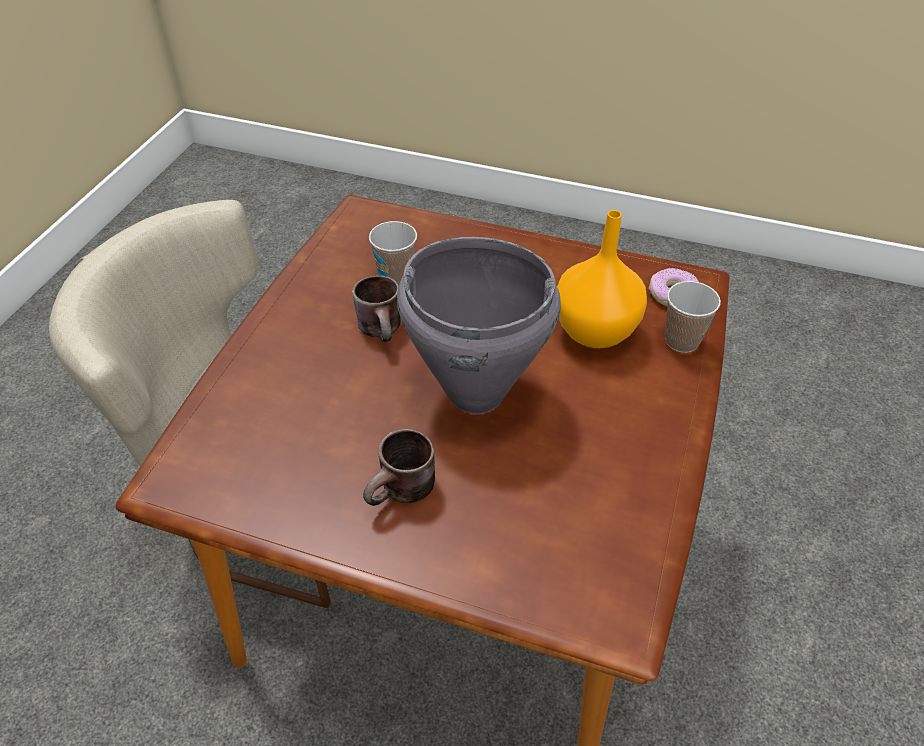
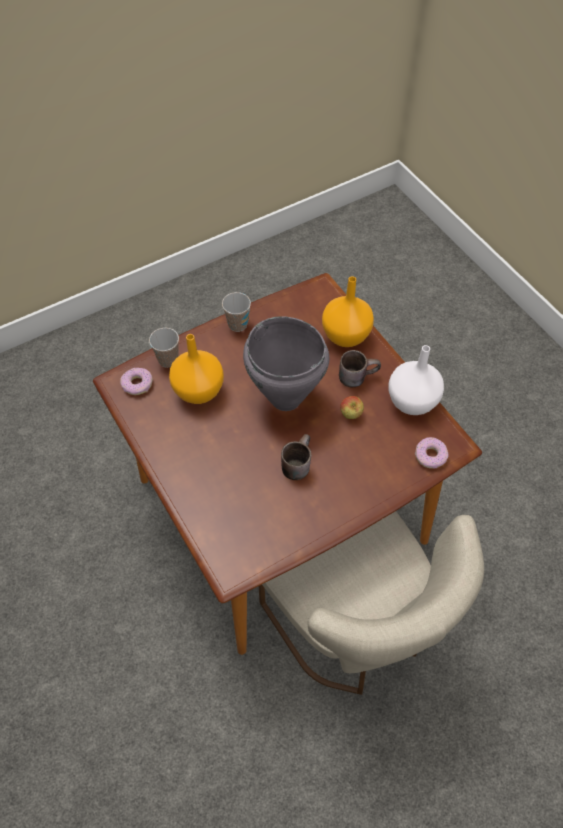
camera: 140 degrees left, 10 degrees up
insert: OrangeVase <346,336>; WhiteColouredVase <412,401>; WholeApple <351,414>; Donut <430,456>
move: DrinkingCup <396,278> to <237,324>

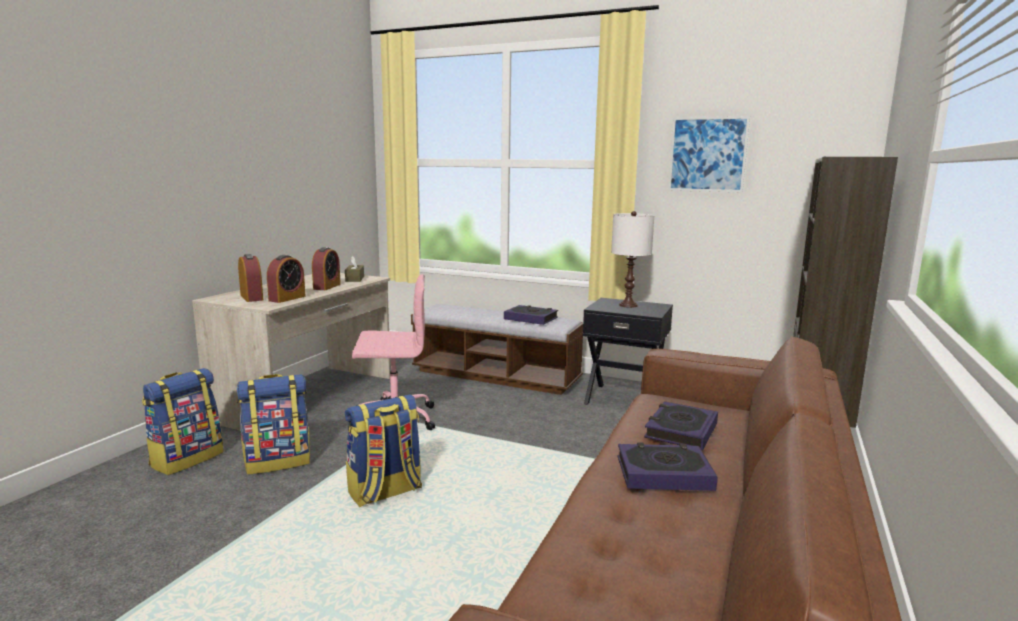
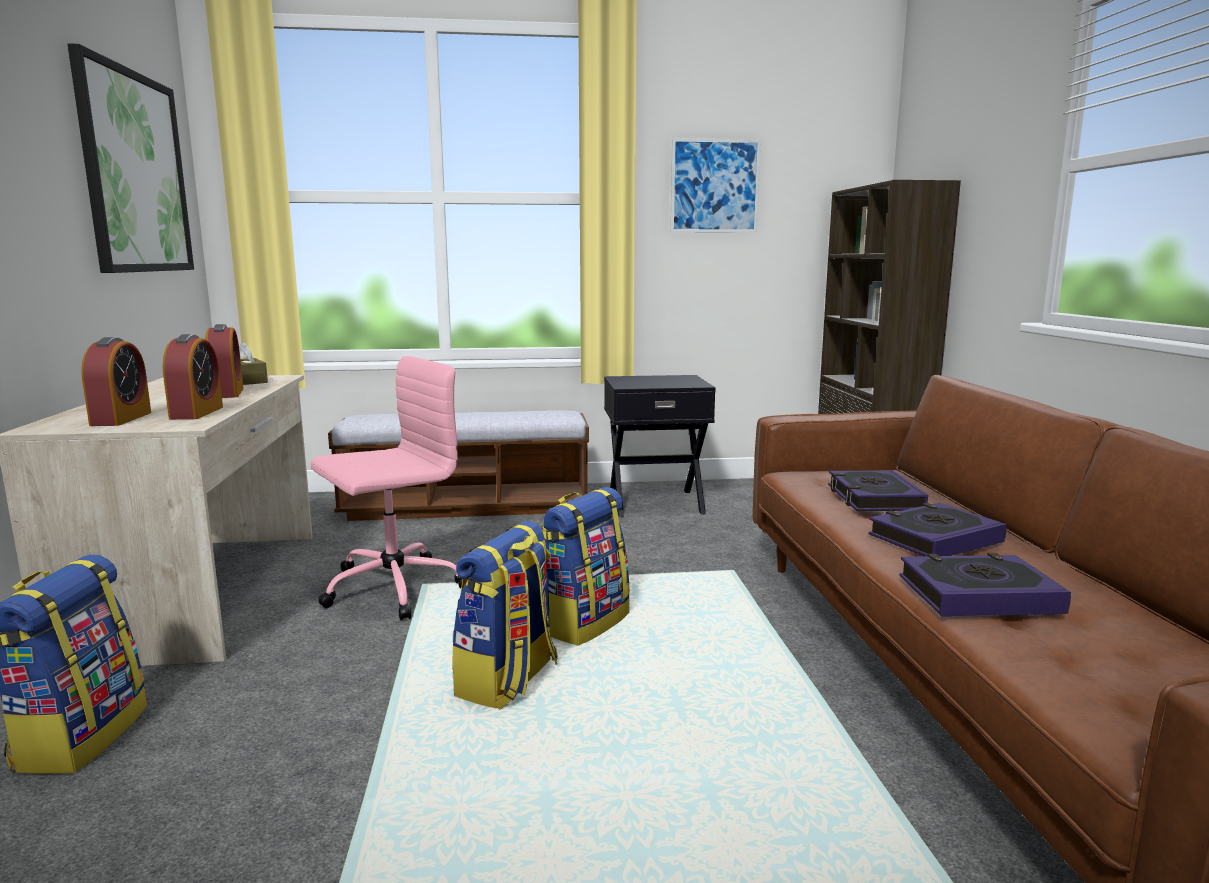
camera: 30 degrees left, 0 degrees up
delete: WhiteColouredTabletopLamp <628,305>
insert: WallPicture <135,173>
move: Volume <531,318> to <978,595>; Rucksack <278,461> to <583,623>
rotate: AlarmClock <251,297> = <121,419> 60 degrees clockwise

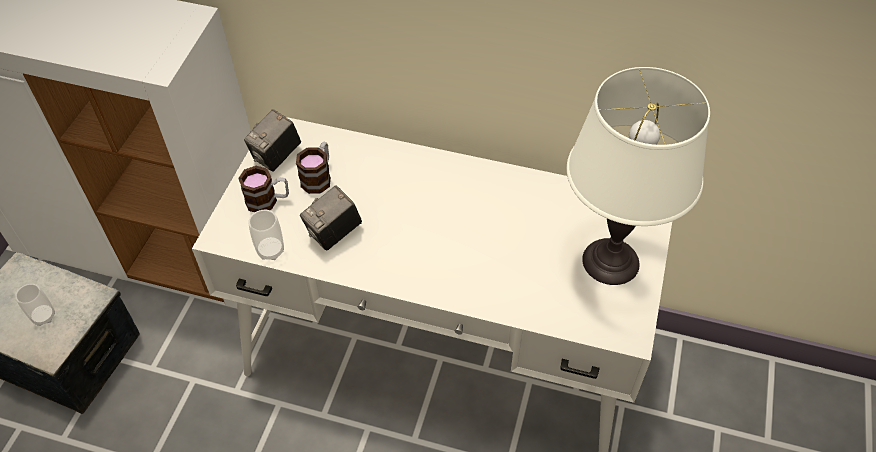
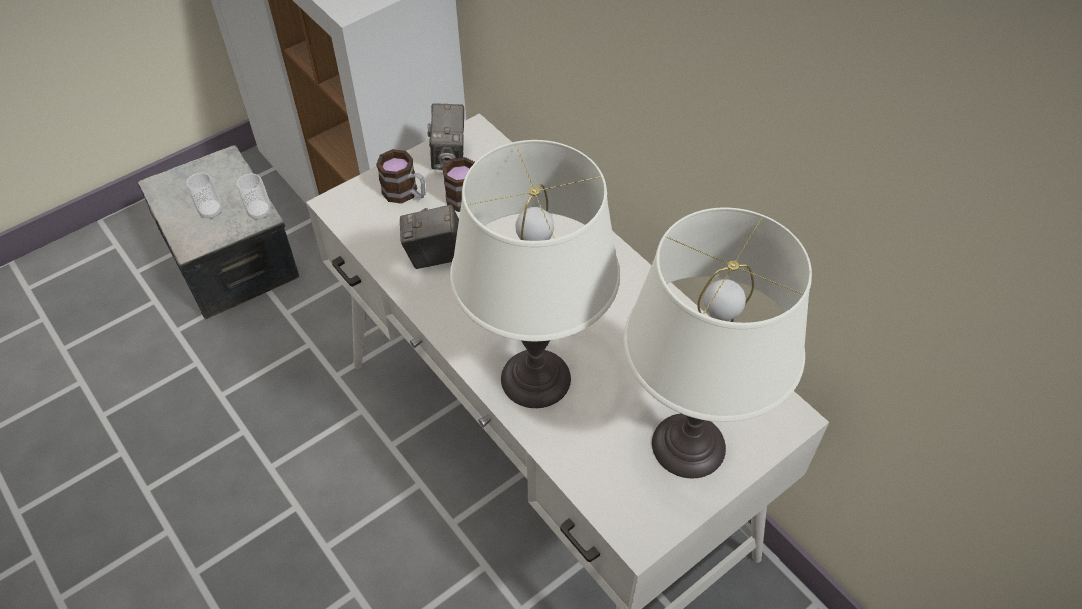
camera: 35 degrees right, 0 degrees up
insert: WhiteColouredTabletopLamp <536,378>
move: DrinkingCup <270,250> to <259,212>
rotate: StillCamera <277,157> = <449,157> 75 degrees counterclockwise

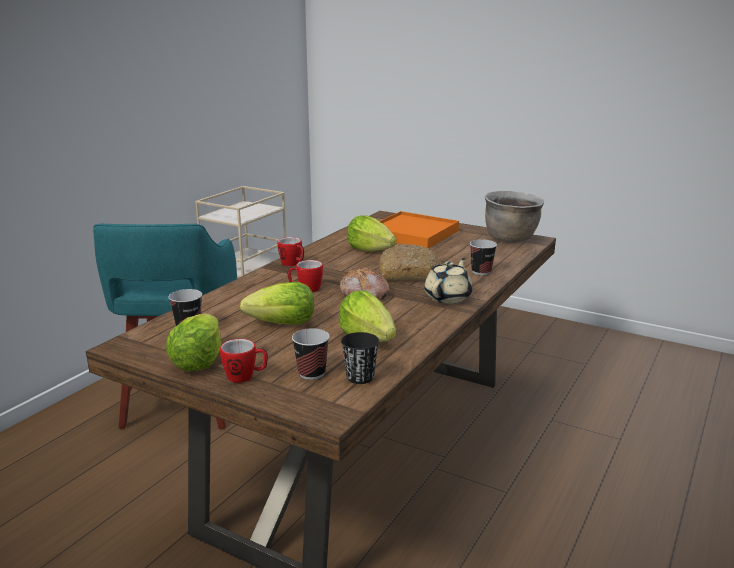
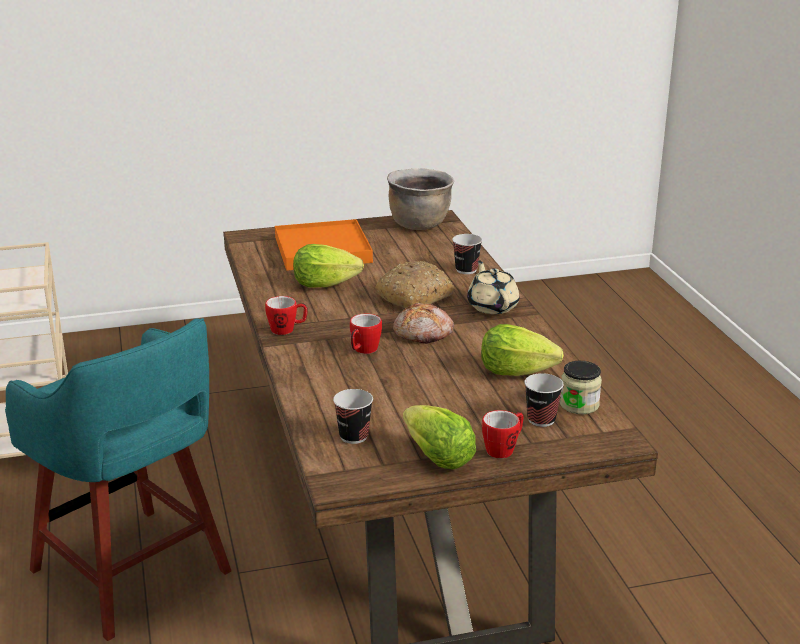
camera: 45 degrees left, 5 degrees up
delete: Lettuce <283,324>
replace: BlackDrinkingCup <360,377> to PreserveJar <579,405>

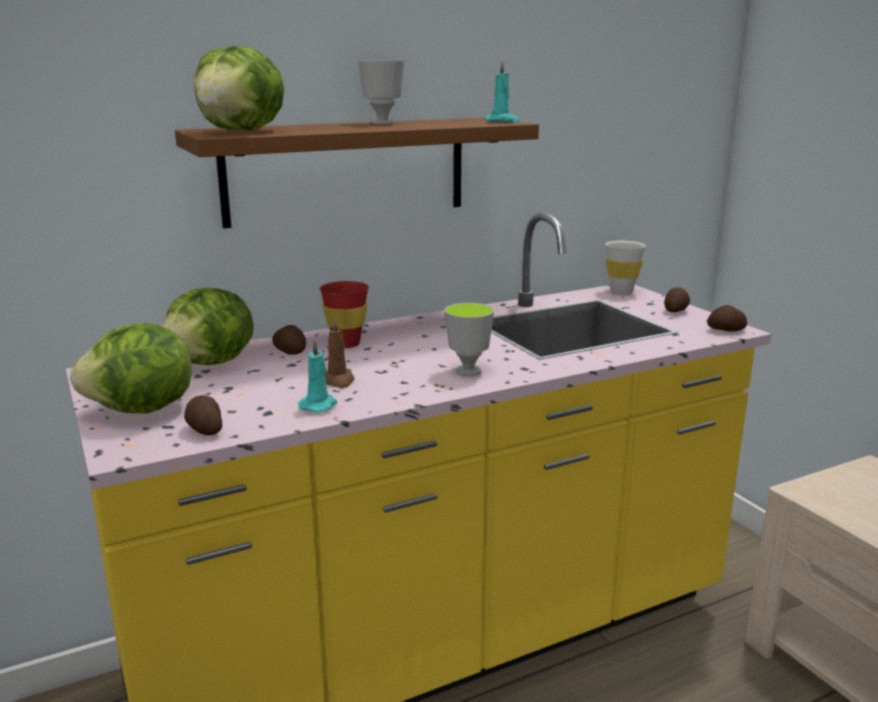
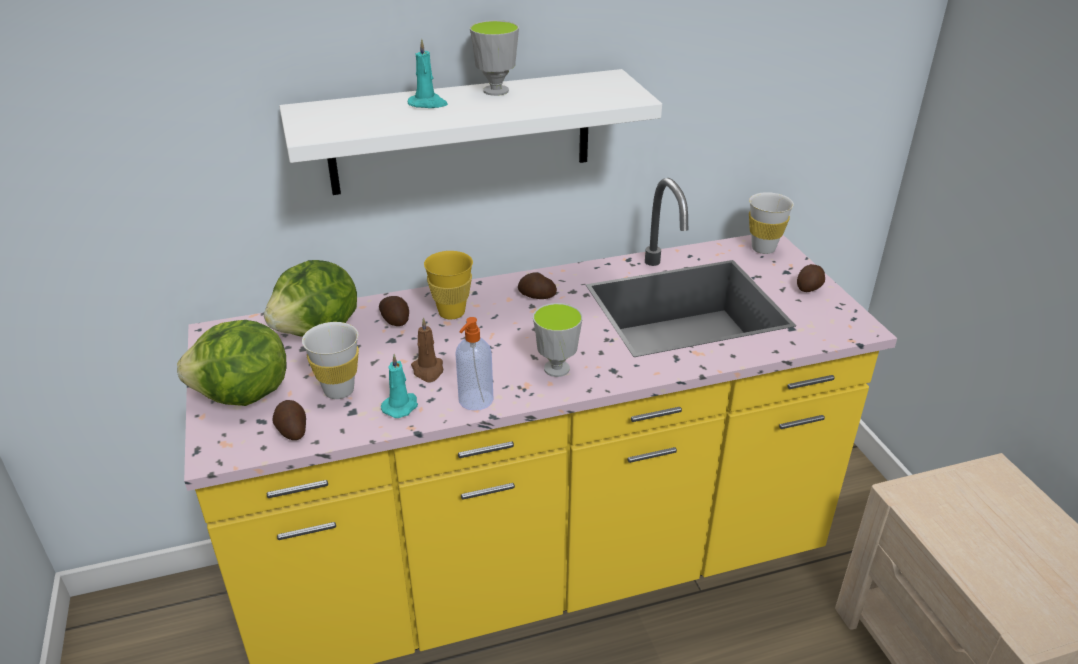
camera: 10 degrees right, 15 degrees up
delete: Lettuce <243,131>
insert: SoapBottle <475,400>; WhiteColouredDrinkingCup <339,390>
move: BlueGreenWaxLight <502,121> to <428,104>; WholePotato <726,330> to <536,296>
recolor: BrownishBracketShelf <347,170> to WhiteColouredBracketShelf <461,132>; RedColouredDrinkingCup <346,344> to YellowDrinkingCup <451,312>

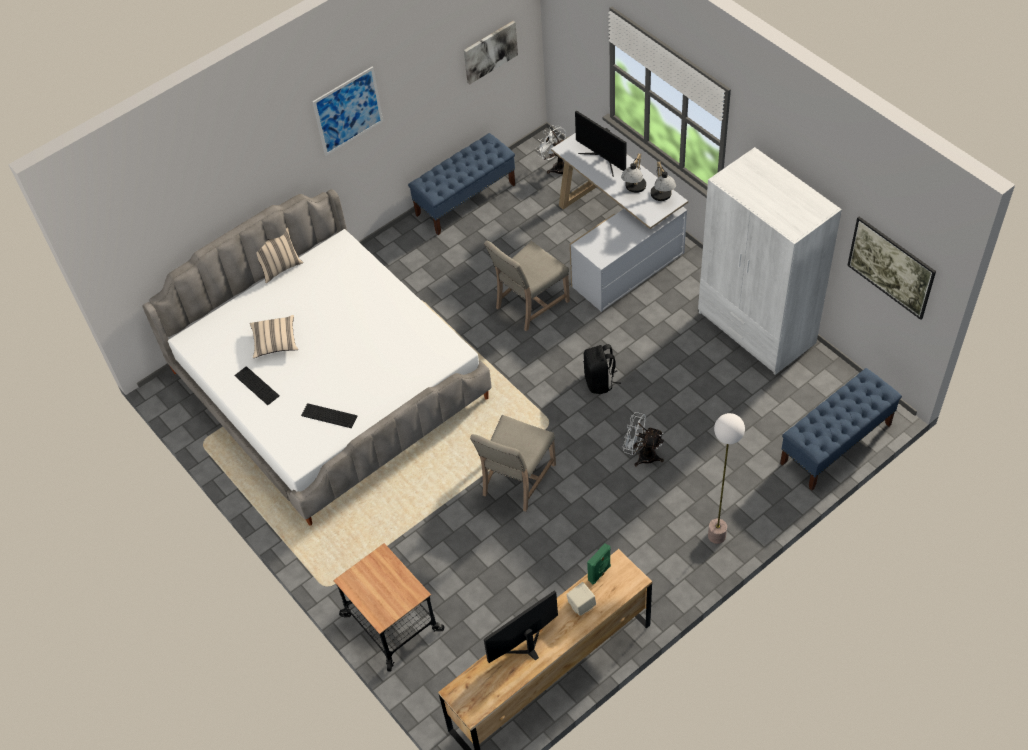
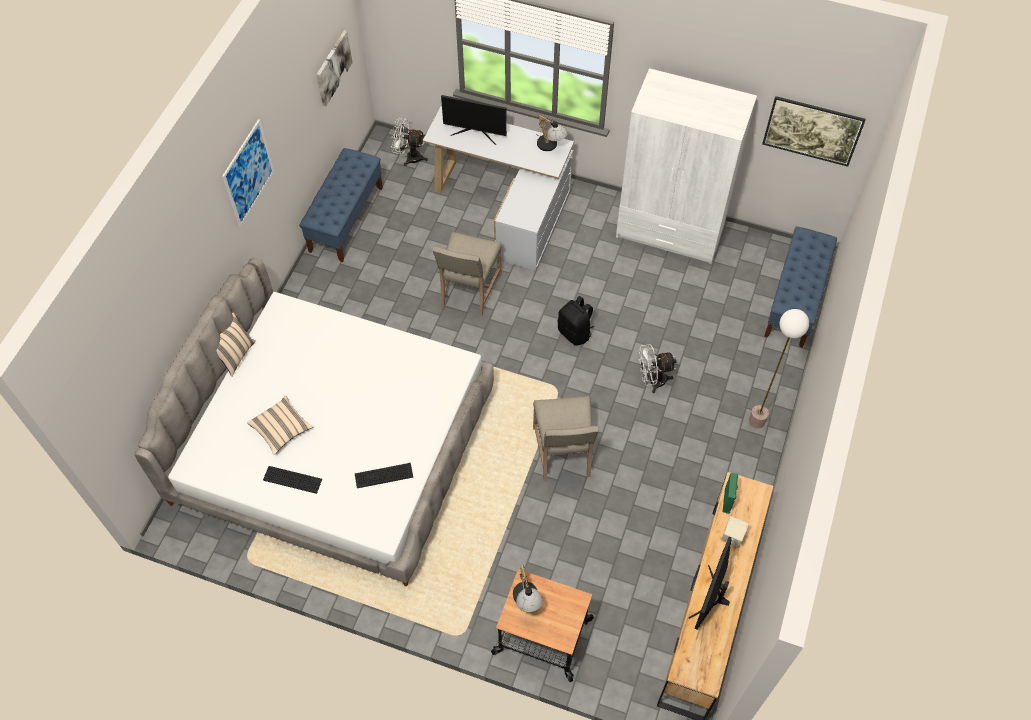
camera: 35 degrees left, 5 degrees up
move: TabletopLamp <634,189> to <527,601>

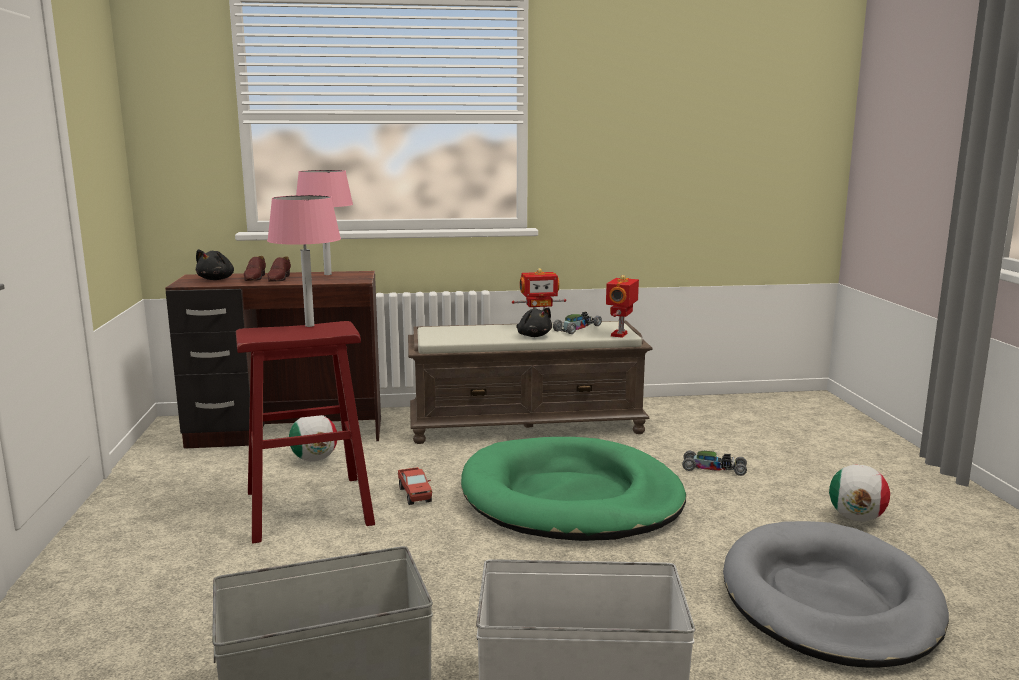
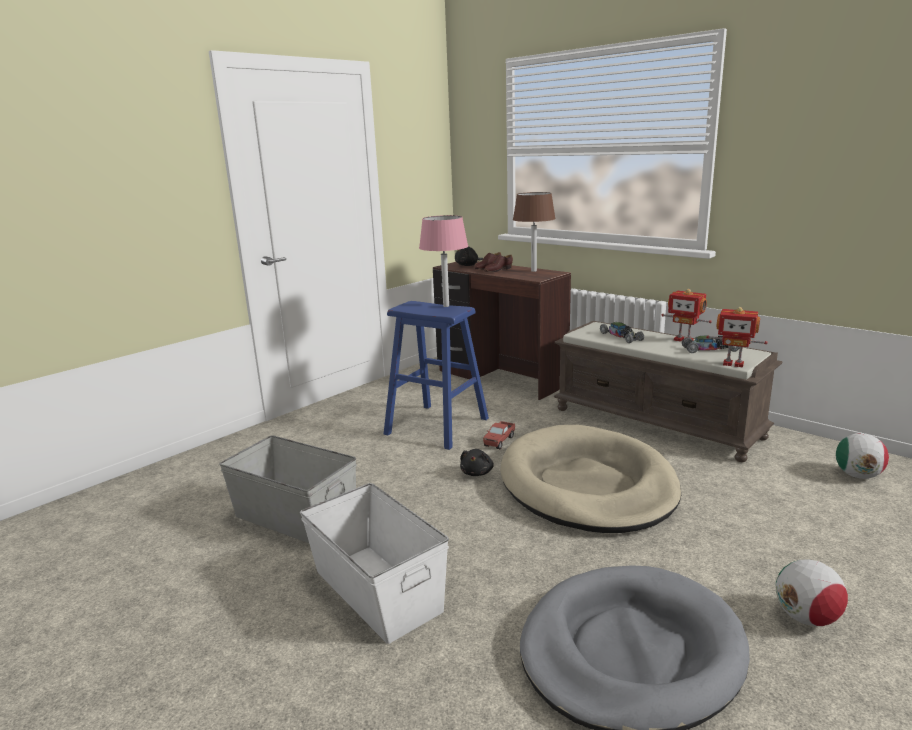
camera: 50 degrees right, 5 degrees up
move: BlackSoftToy <533,336> to <477,472>; FootballBall <314,459> to <857,475>; ModelCar <714,469> to <621,337>
recolor: PinkColouredTabletopLamp <328,274> to BrownishTabletopLamp <534,271>; RedColouredSittingStool <308,507> to BluishSittingStool <436,426>; GreenColouredPetBed <571,498> to SandColouredPetBed <587,485>
rotate: ModelRobot <620,335> = <733,364> 135 degrees counterclockwise

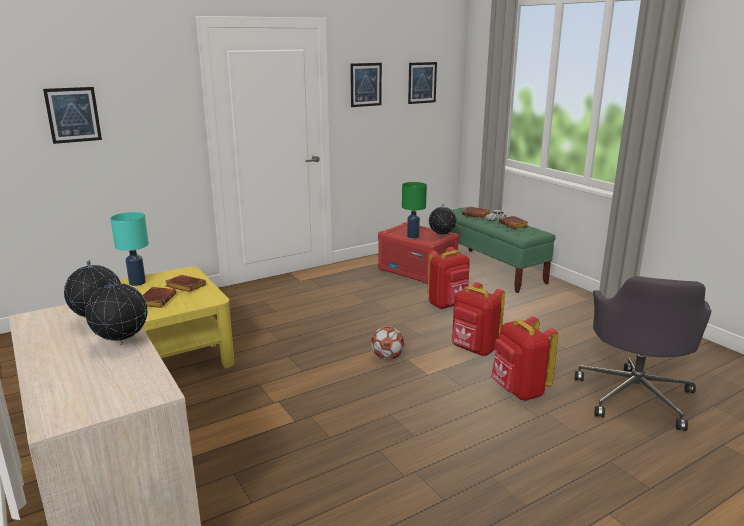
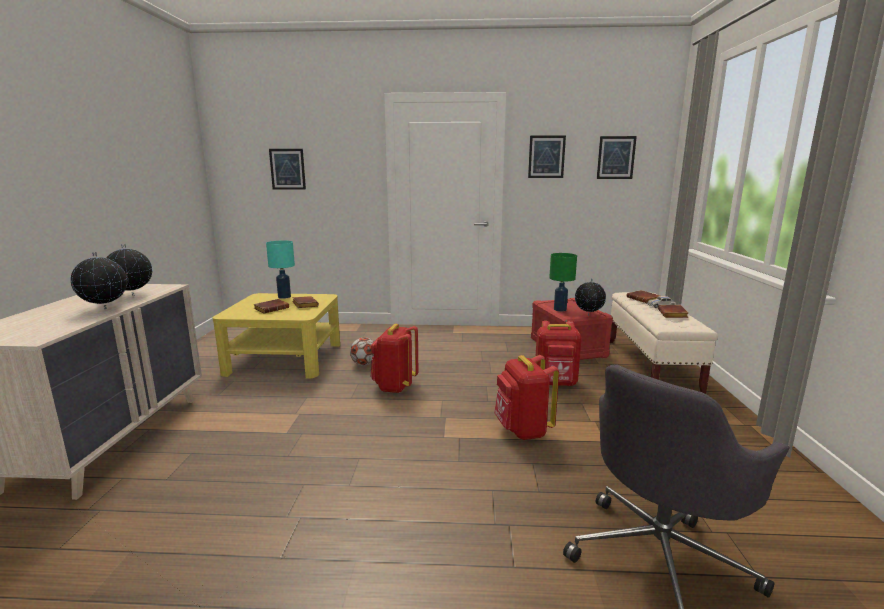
camera: 35 degrees right, 5 degrees down
move: RedColouredRucksack <518,391> to <394,386>; FootballBall <387,357> to <364,364>
recolor: GreenColouredBench <492,270> to SandColouredBench <651,365>

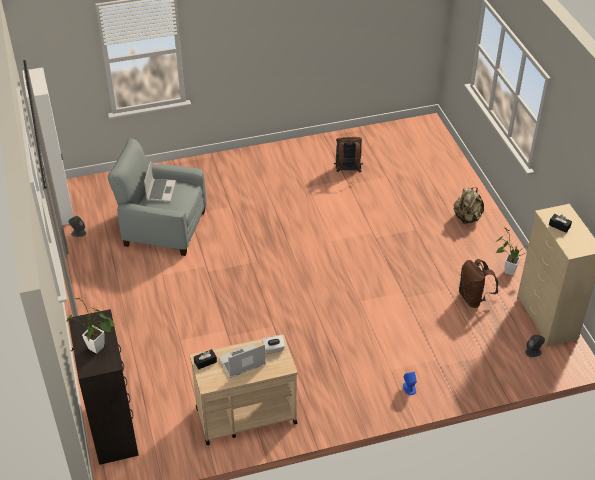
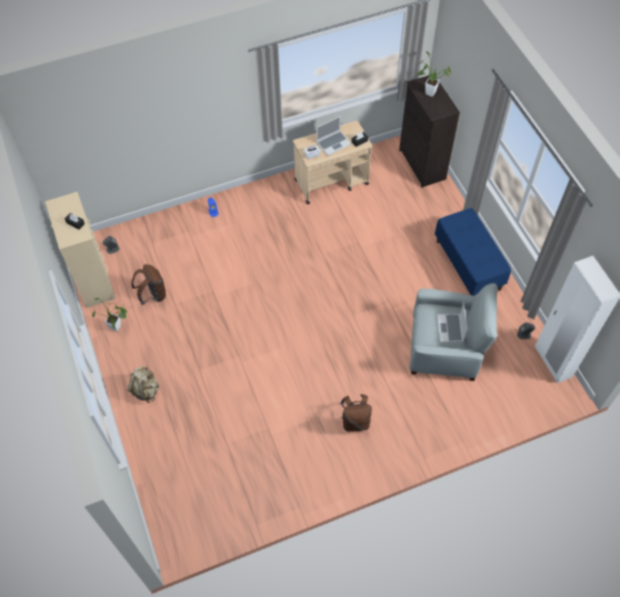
camera: 175 degrees right, 15 degrees up
insert: BluishBench <468,265>
move: BrownishRucksack <347,171> to <355,421>

